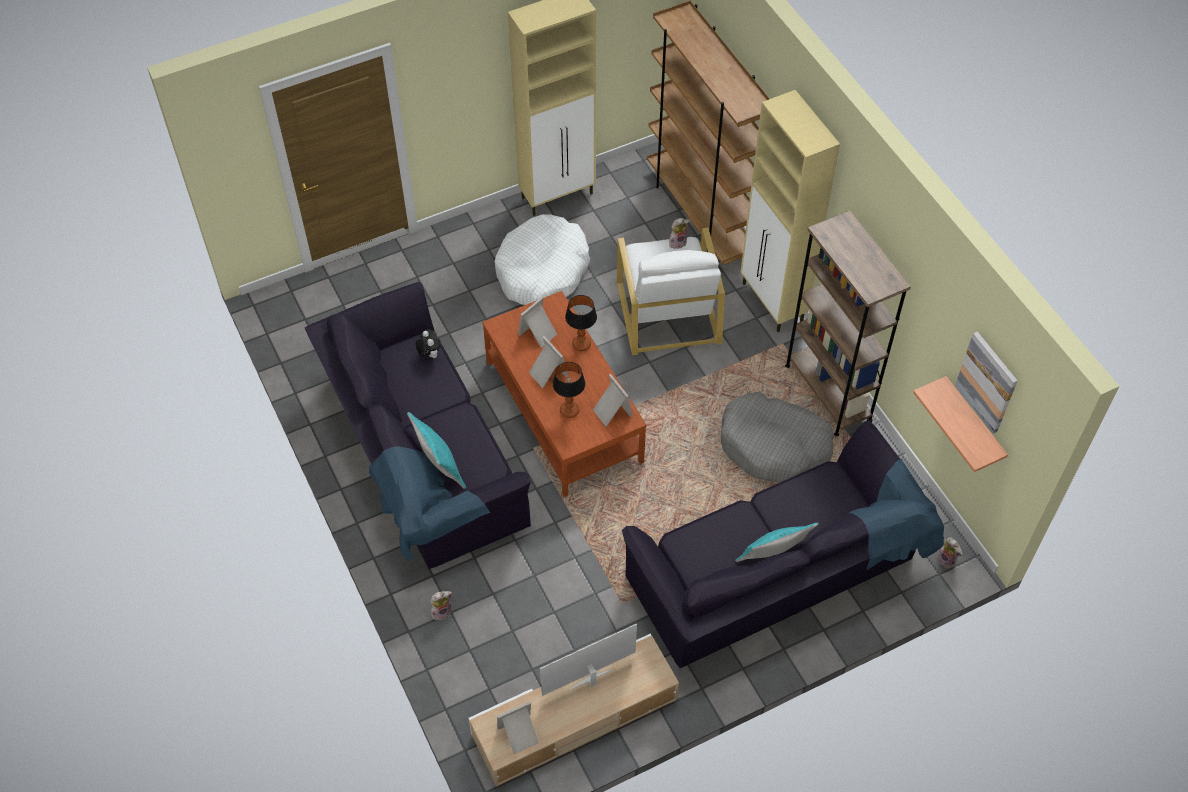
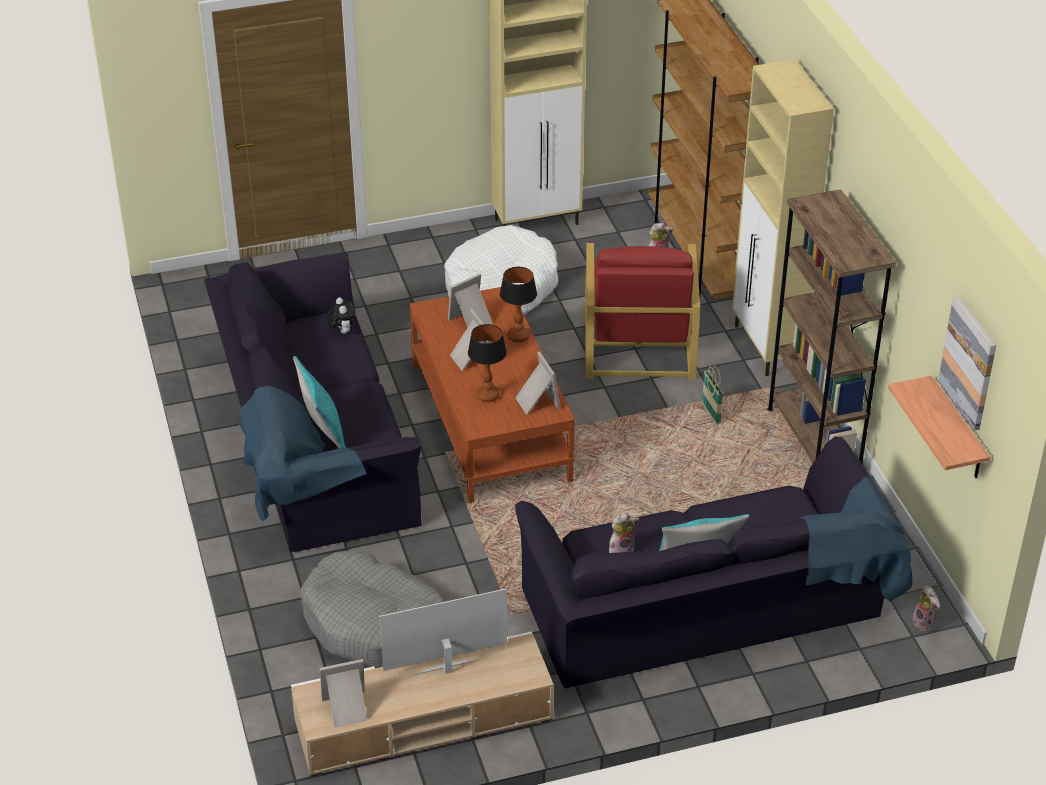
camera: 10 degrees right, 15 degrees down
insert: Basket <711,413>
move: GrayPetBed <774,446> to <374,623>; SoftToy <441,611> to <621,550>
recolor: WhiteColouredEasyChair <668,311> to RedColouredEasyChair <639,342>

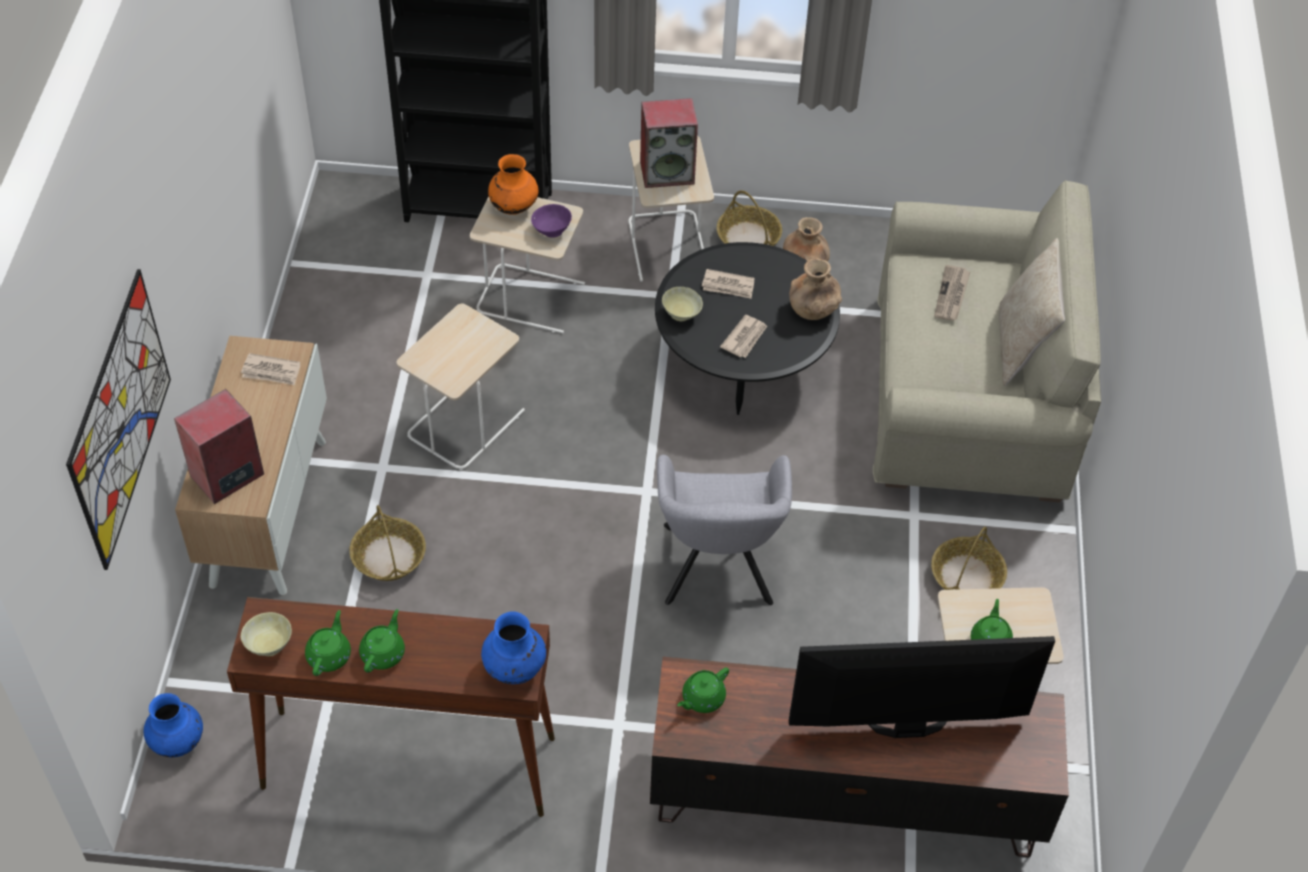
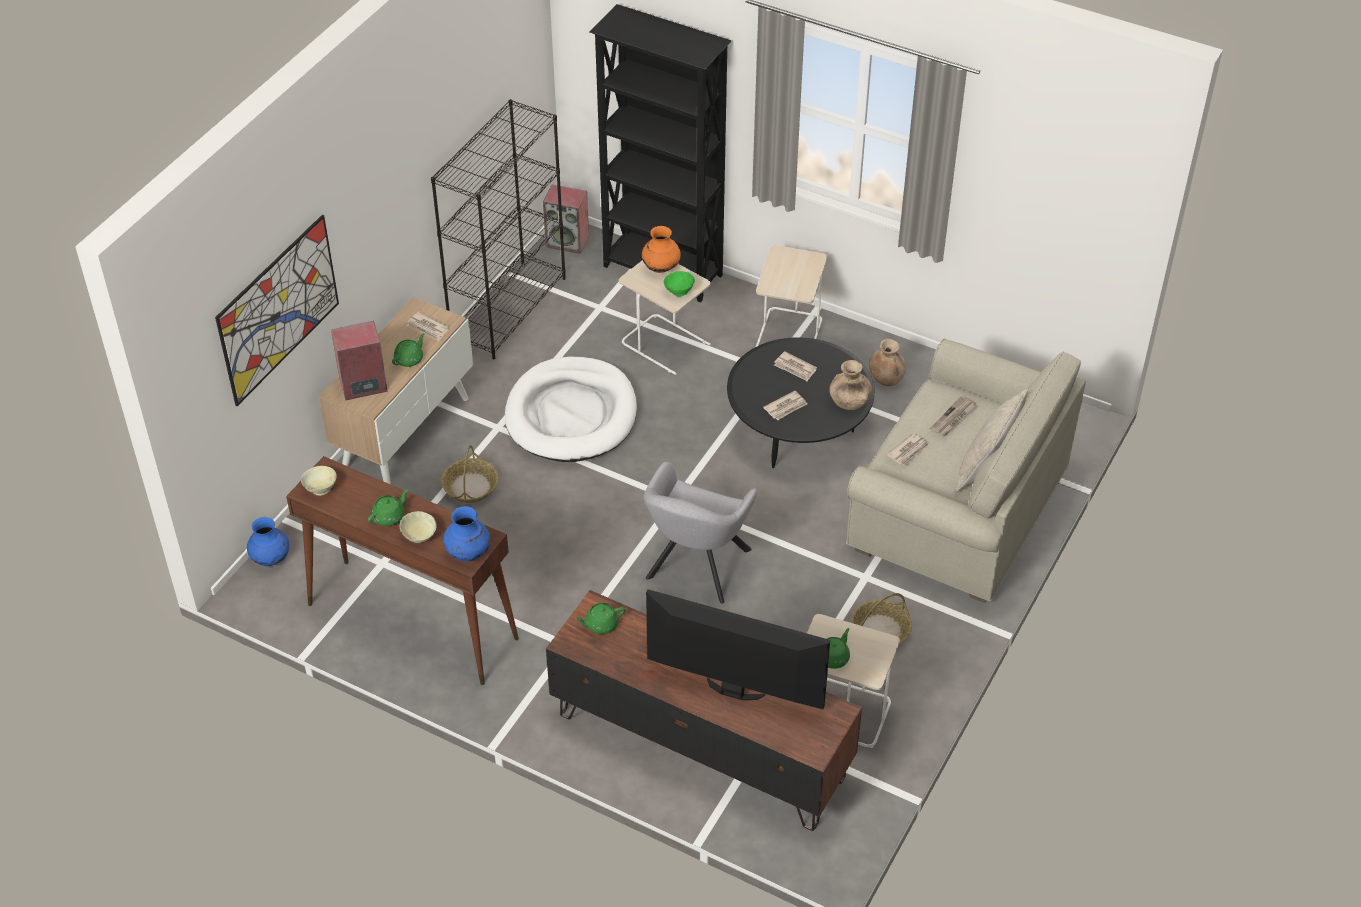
camera: 25 degrees right, 5 degrees down
delete: Basket <748,238>
insert: BlackBookshelf <508,309>; Newspaper <908,451>
move: Loudspeaker <667,172> to <568,241>; SandColouredBowl <681,314> to <419,537>; GreenColouredTeapot <329,655> to <409,359>
replace: SandColouredAccentTable <464,422> to WhiteColouredPetBed <571,414>
recolor: PurplishBowl <551,230> to GreenColouredBowl <679,291>

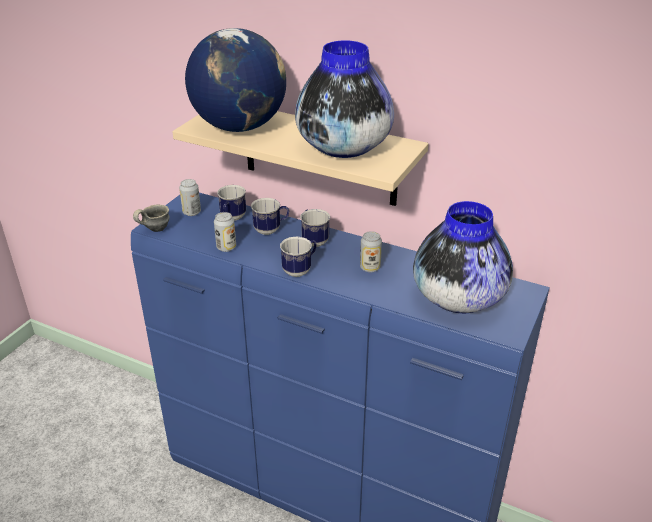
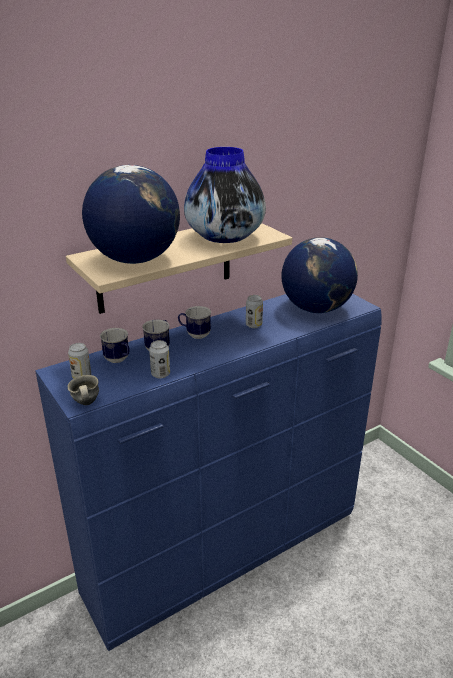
camera: 60 degrees left, 5 degrees down
delete: Mug <300,270>
replace: Vase <458,298> to WorldGlobe <316,308>

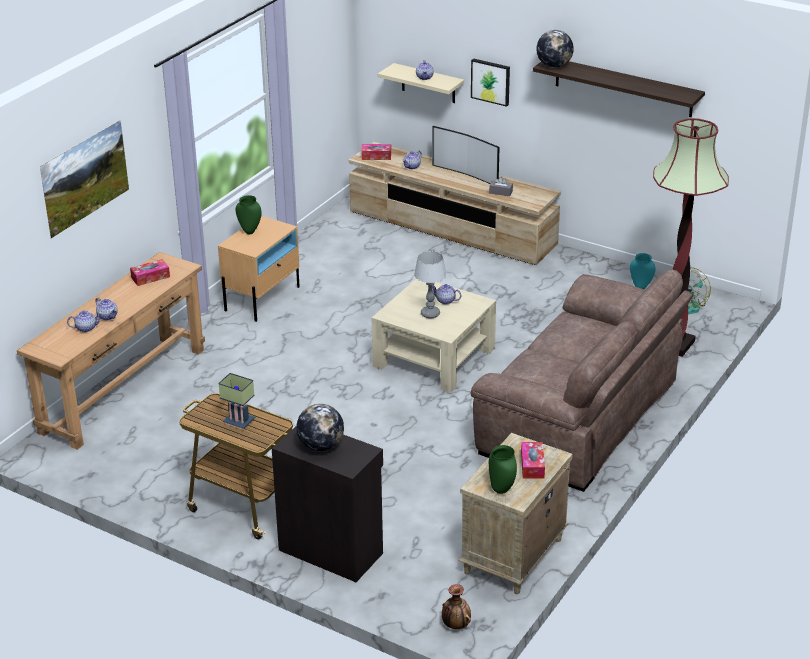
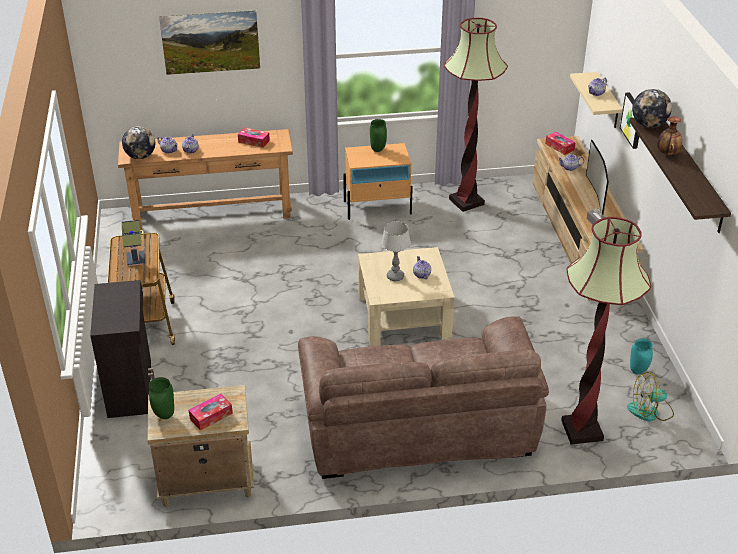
camera: 50 degrees right, 5 degrees up
insert: StandingLamp <466,202>
move: WorldGlobe <321,446> to <140,156>; Vase <455,625> to <667,154>

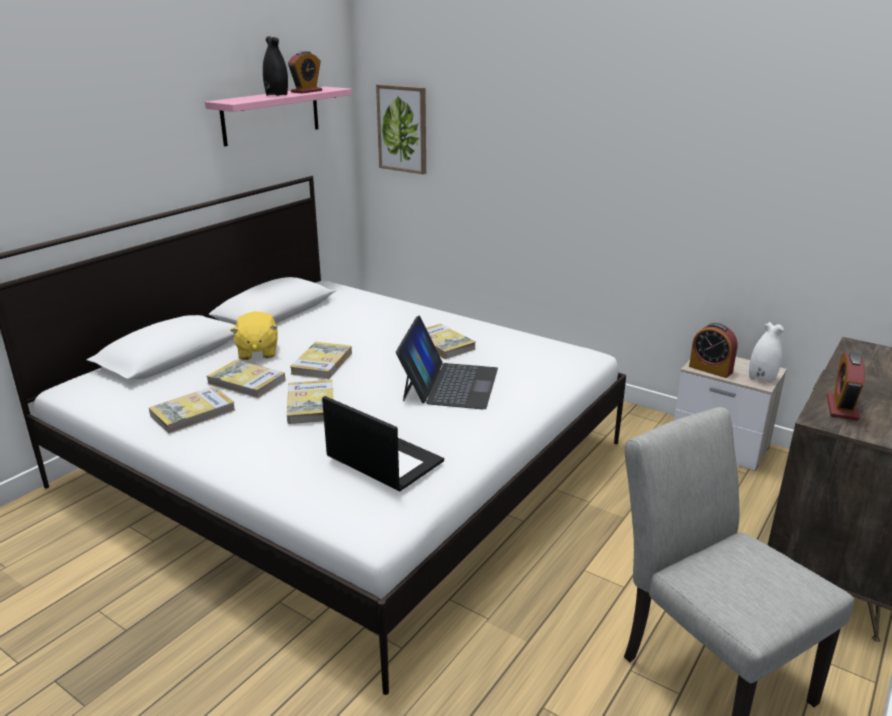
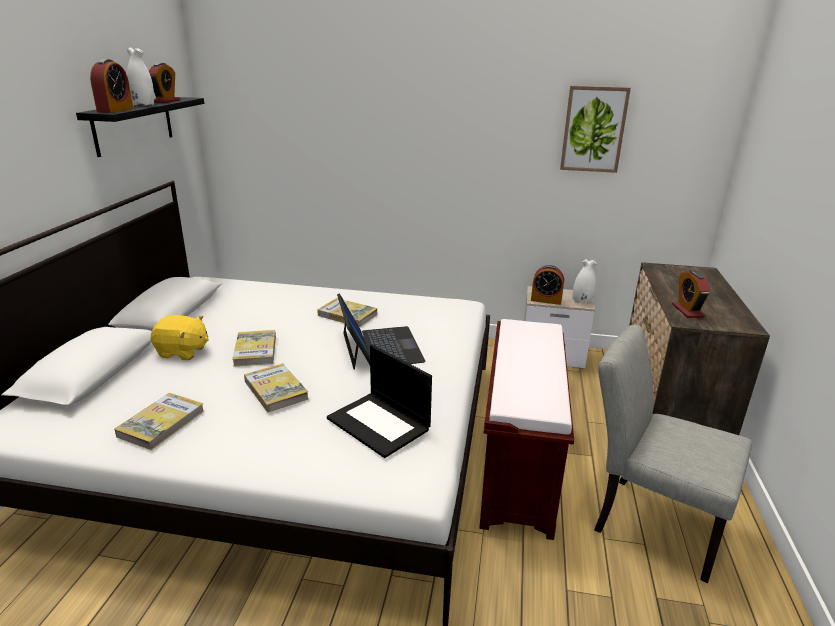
camera: 25 degrees left, 0 degrees up
delete: Volume <246,382>
insert: AlarmClock <115,110>; BrownishBench <517,467>
move: WallPicture <402,129> to <593,129>
recolor: BlackVase <277,95> to WhiteColouredVase <143,105>; PinkColouredBracketShelf <271,115> to BlackBracketShelf <134,125>
rotate: YellowSoftToy <257,352> = <182,352> 45 degrees counterclockwise; PortableComputer <383,460> = <380,424> 150 degrees counterclockwise

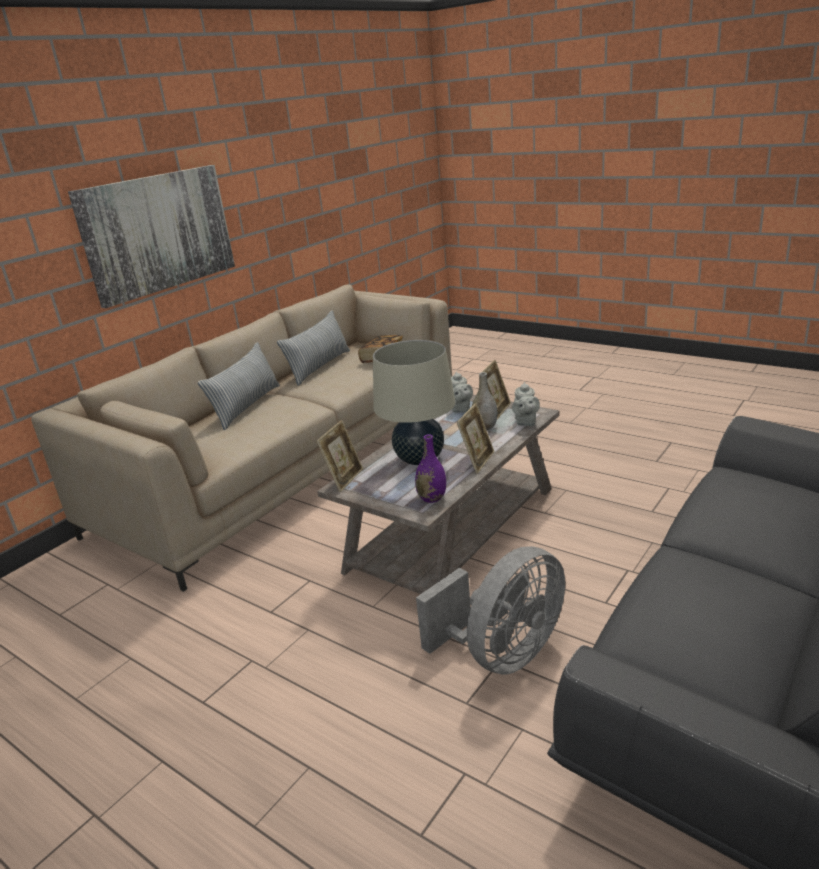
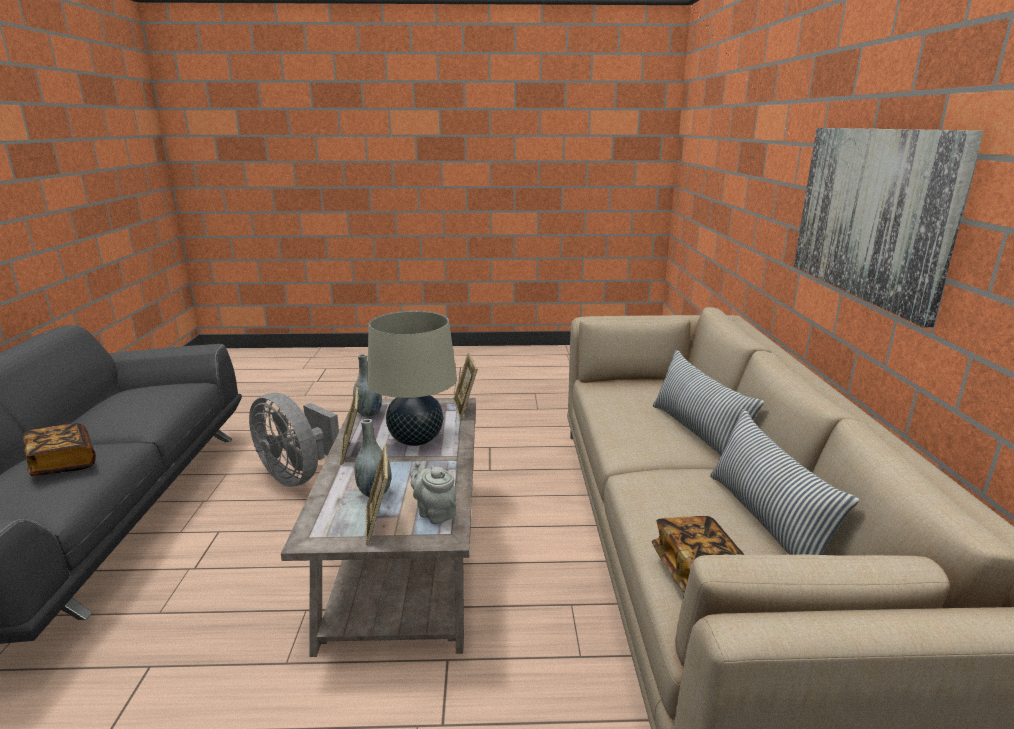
camera: 140 degrees right, 5 degrees down
delete: GrayTeapot <525,422>
insert: Volume <63,463>
recolor: PurplishVase <432,498> to GrayVase <368,413>
rotate: GrayFan <503,654> = <297,475> 60 degrees counterclockwise

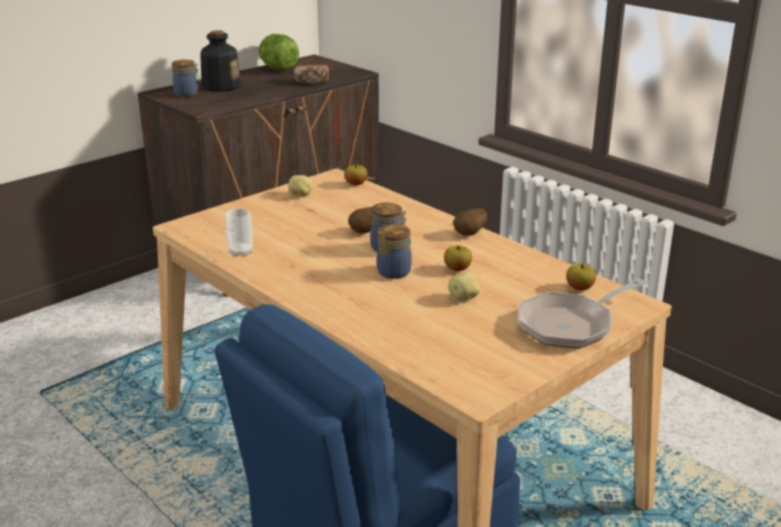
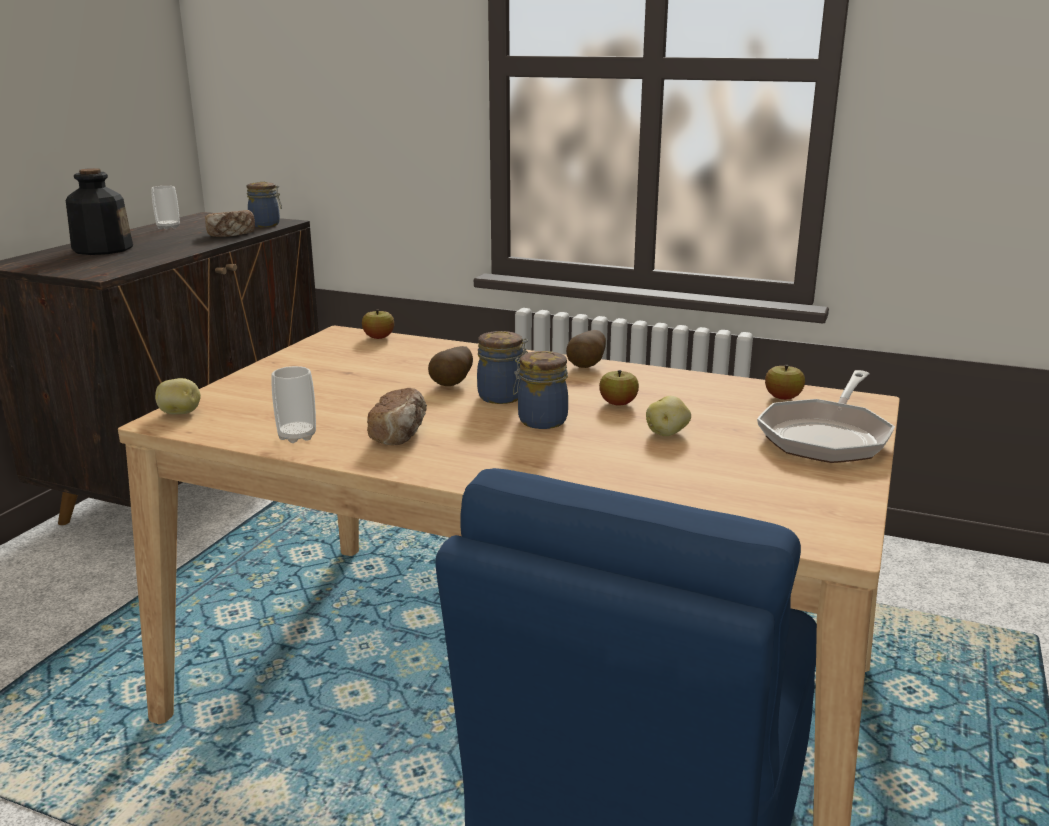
camera: 25 degrees left, 5 degrees down
insert: Bread <400,434>
move: PreserveJar <187,94> to <266,224>; WholePotato <300,195> to <180,413>
replace: Lettuce <278,69> to DrinkingCup <168,227>

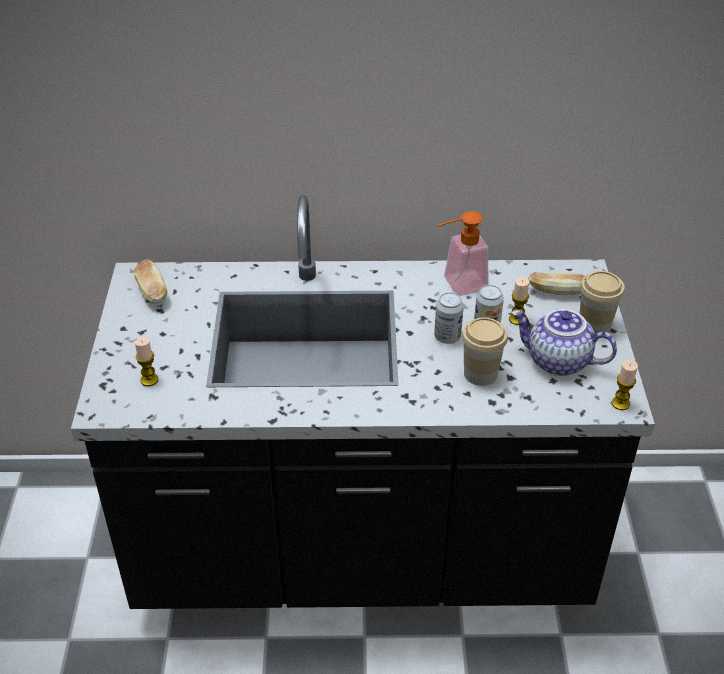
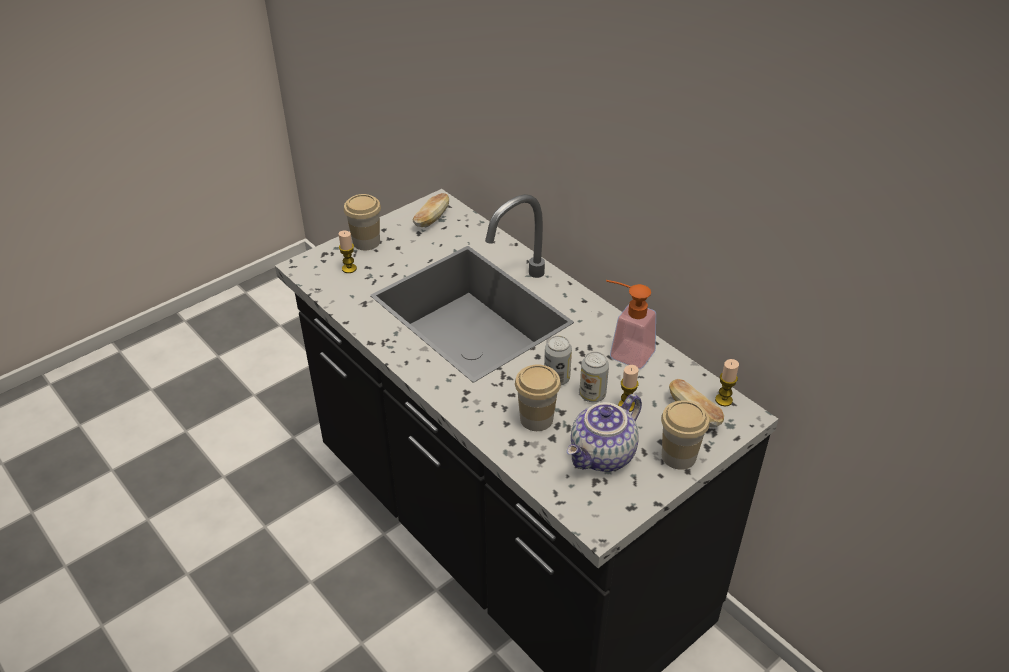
camera: 50 degrees right, 0 degrees up
insert: DrinkingCup <366,242>
move: WaxLight <620,403> to <723,400>
rotate: Teapot <557,362> = <603,456> 120 degrees counterclockwise

